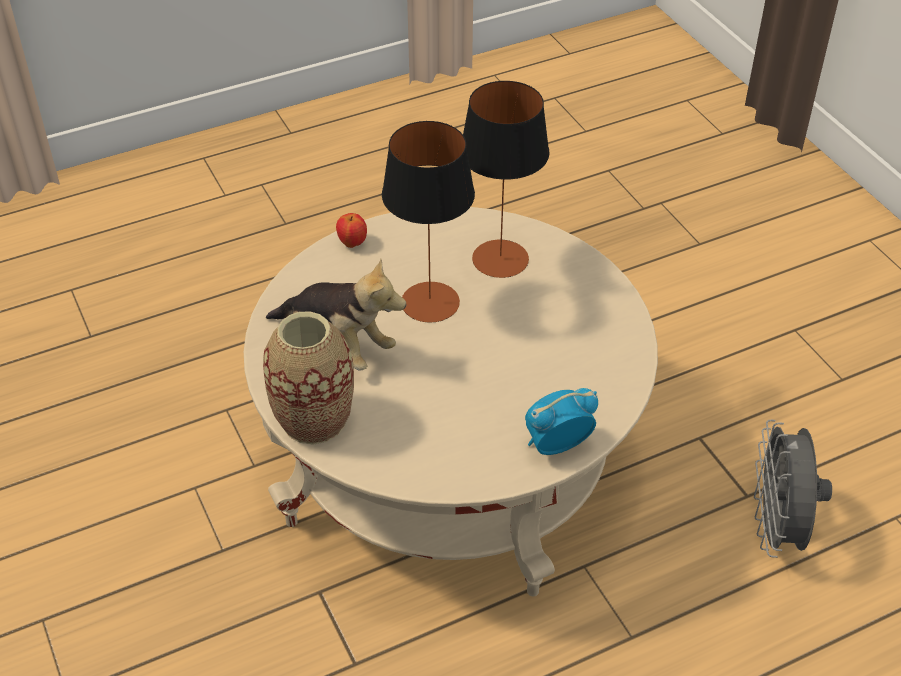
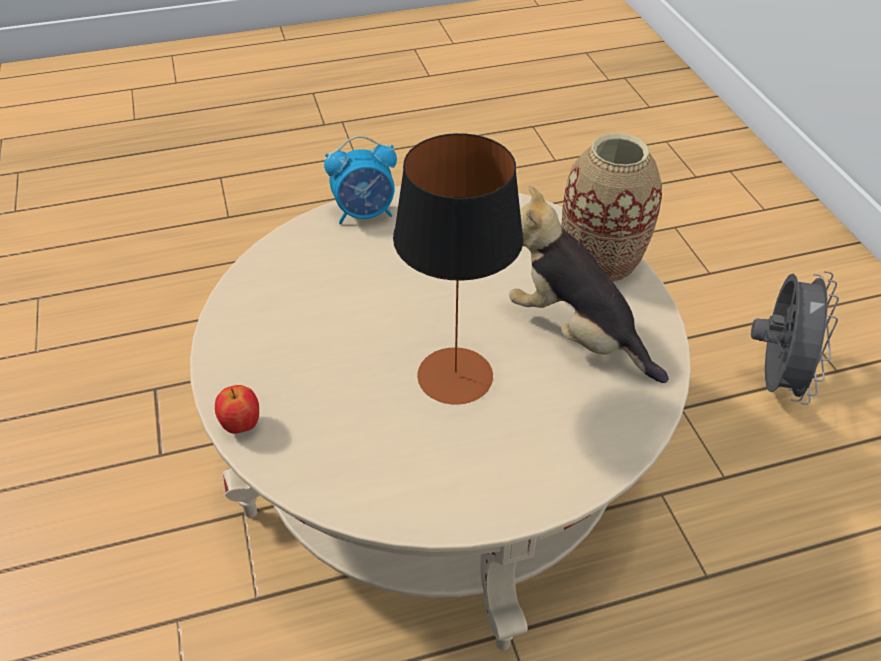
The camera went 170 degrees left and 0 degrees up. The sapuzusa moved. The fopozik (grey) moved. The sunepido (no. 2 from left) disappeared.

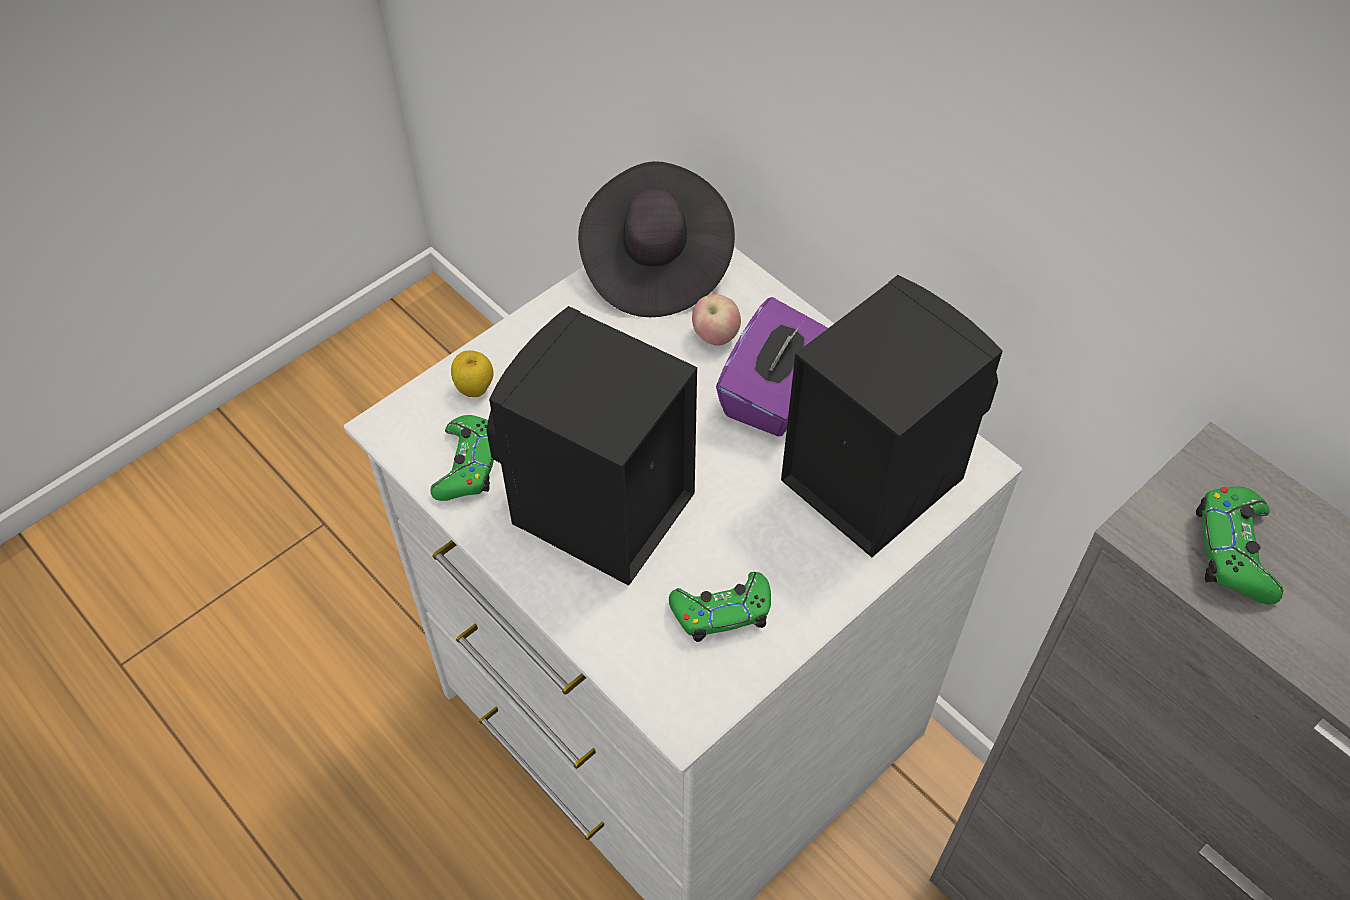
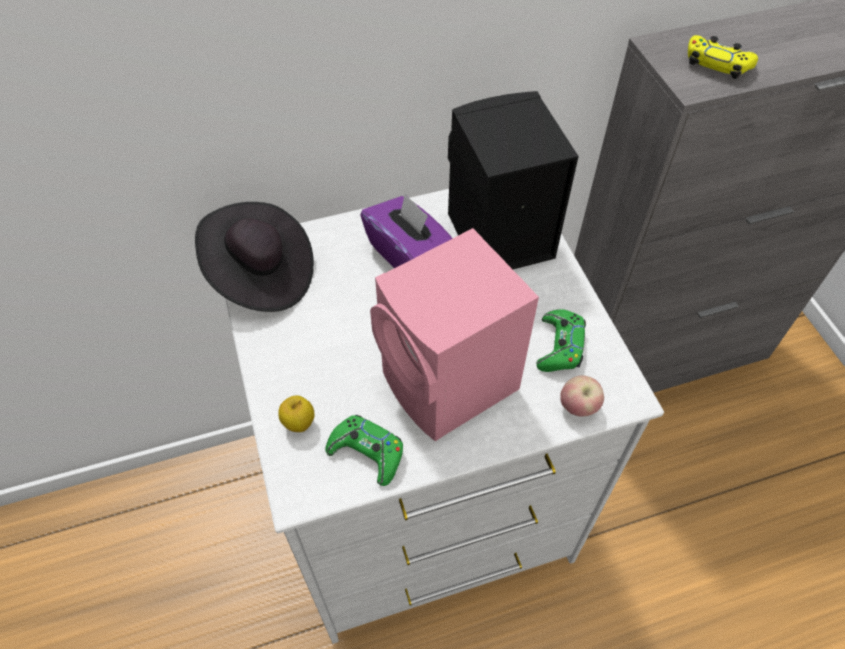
The camera went 65 degrees left and 0 degrees up. The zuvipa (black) (no. 1 from left) became the zuvipa (pink). The sapuzusa (no. 2 from left) moved. The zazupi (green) (no. 3 from left) became the zazupi (yellow).

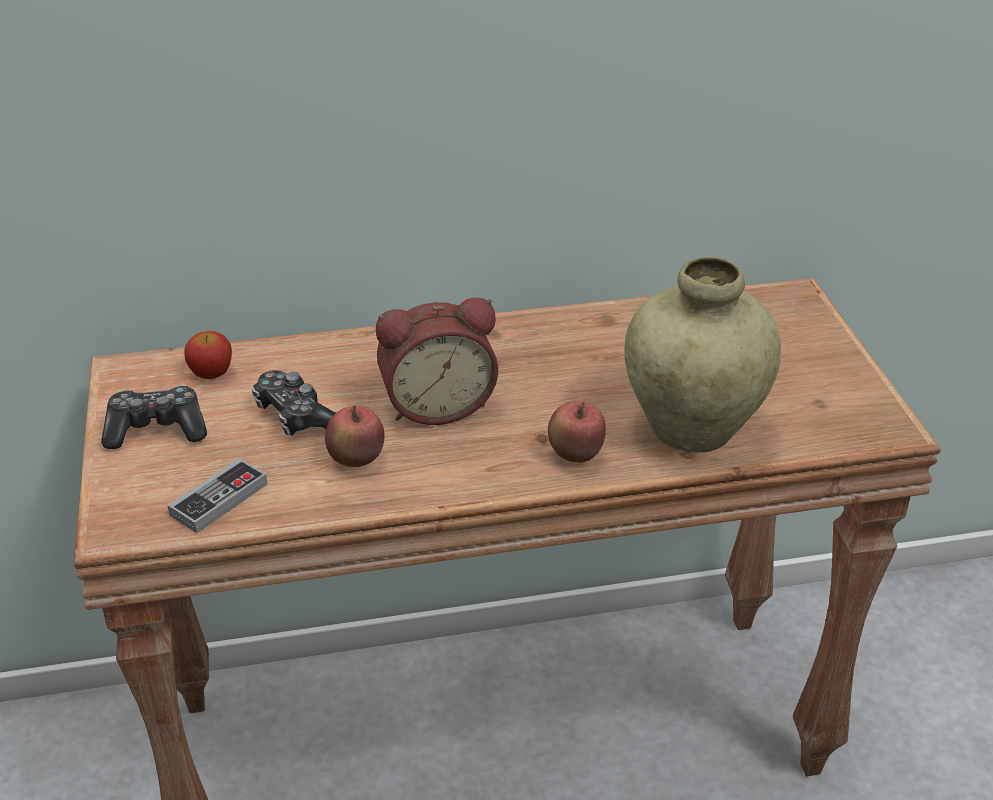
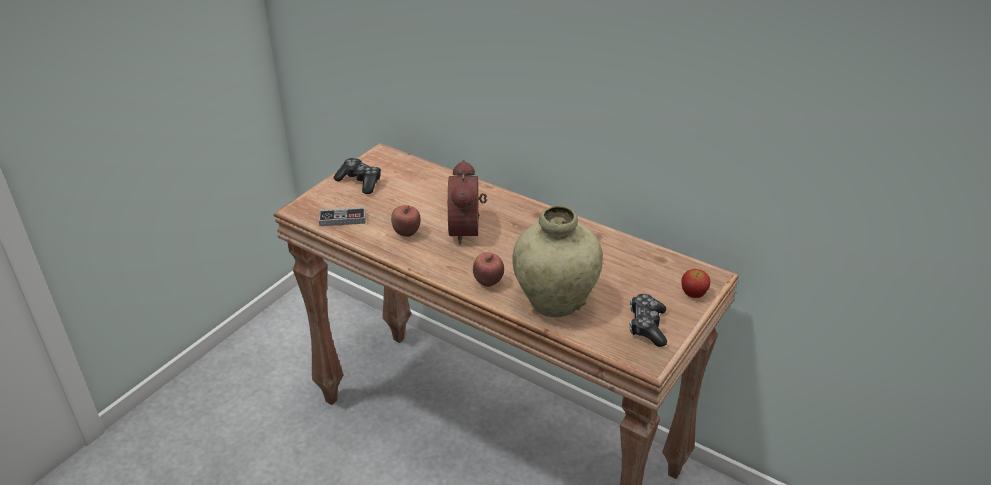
The camera went 45 degrees right and 0 degrees up. The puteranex turned 60 degrees clockwise. The zazupi (no. 3 from left) moved. The sapuzusa (no. 1 from left in the first image) moved.

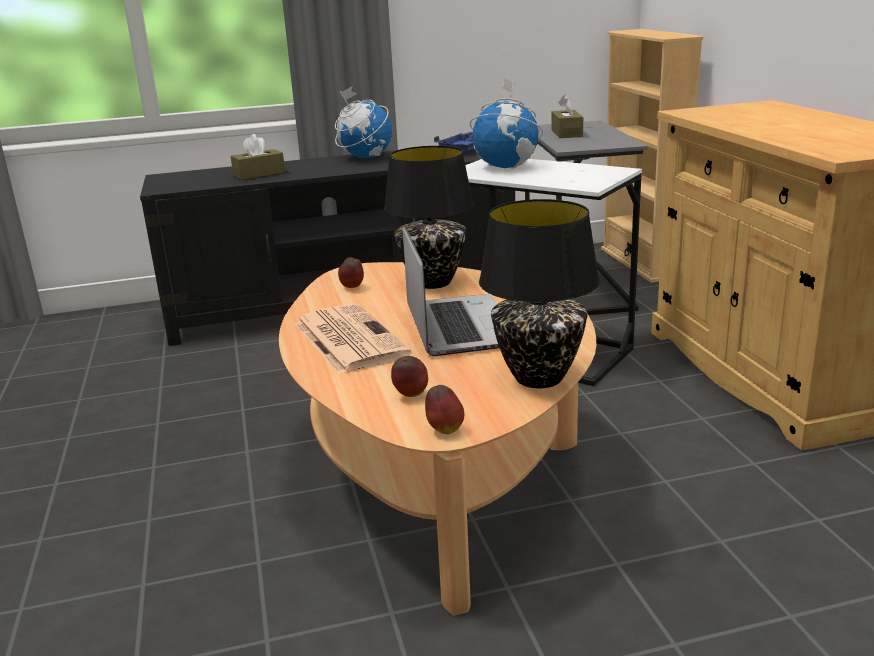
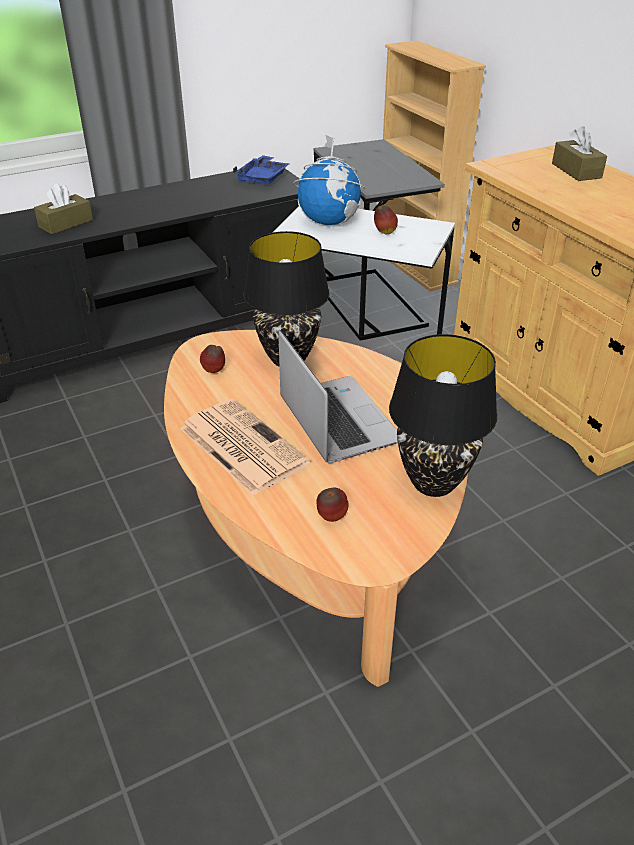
The camera went 15 degrees left and 15 degrees up. The sapuzusa (no. 3 from left) moved. The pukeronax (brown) (no. 2 from left) moved. The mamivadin (no. 1 from left) disappeared.

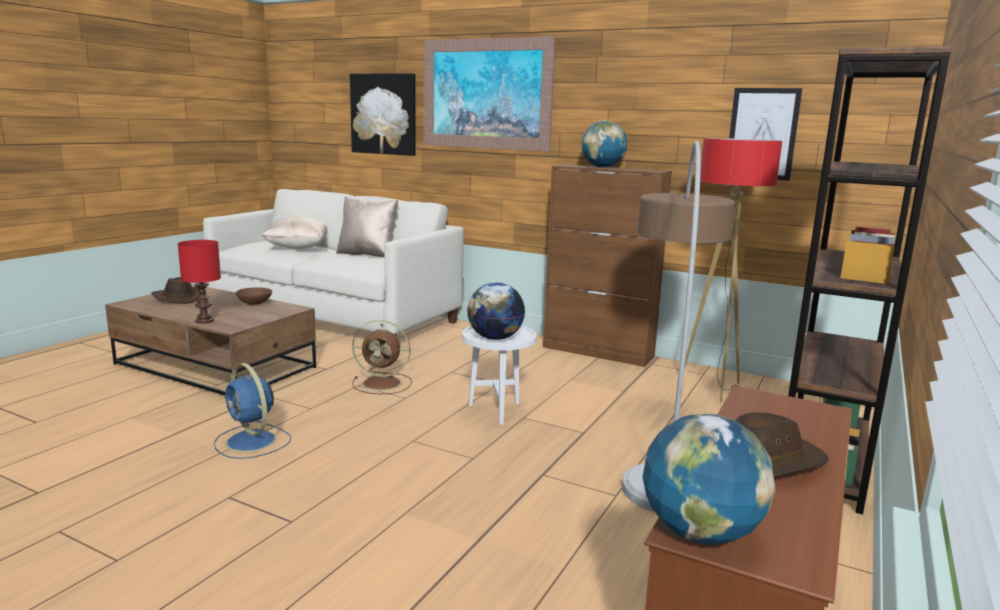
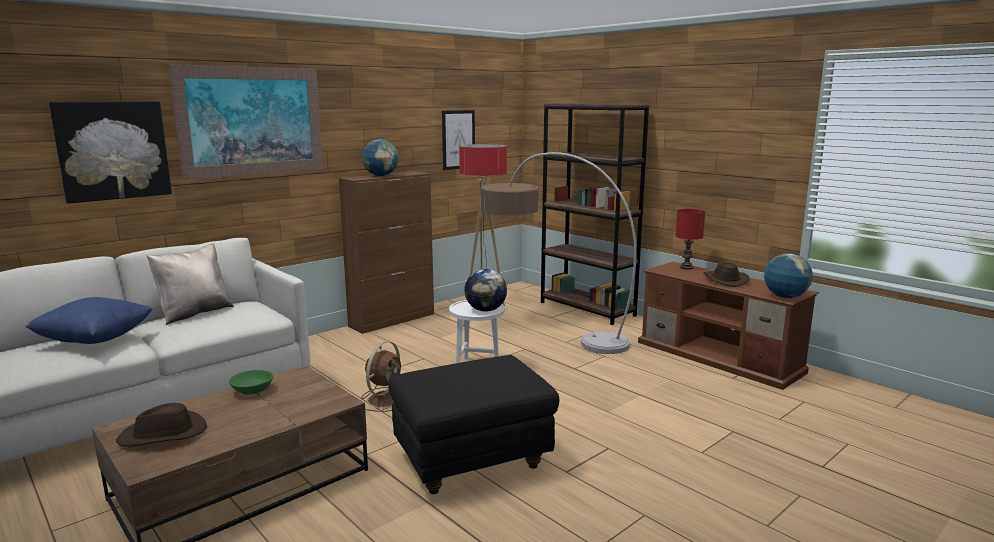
The camera went 70 degrees left and 0 degrees up. The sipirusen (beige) (no. 1 from left) became the sipirusen (blue). The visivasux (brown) became the visivasux (green). The fopozik (blue) was replaced by the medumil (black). The sunepido (red) moved.

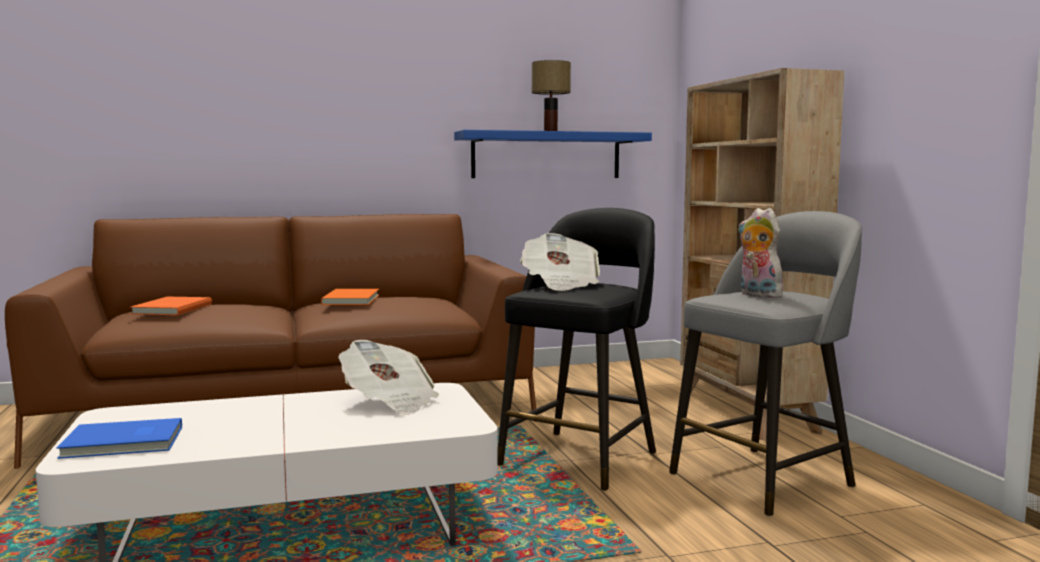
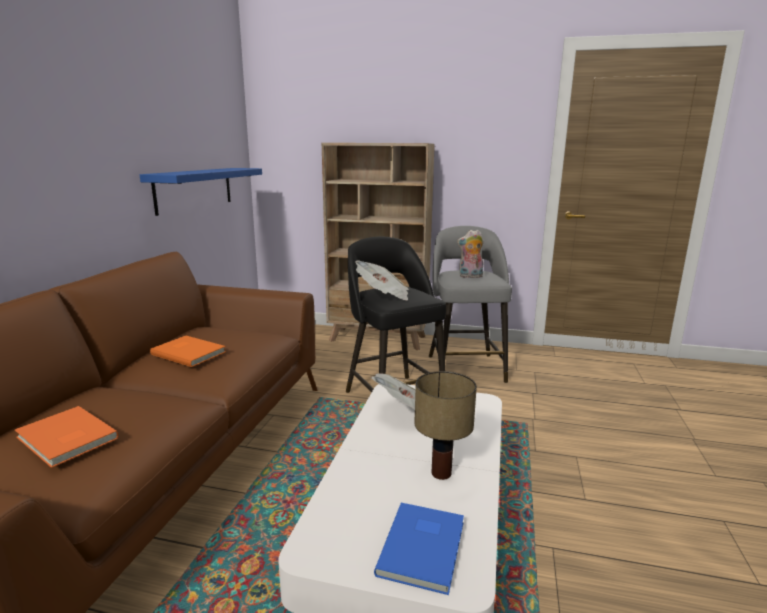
The camera went 60 degrees left and 10 degrees up. The sunepido moved.

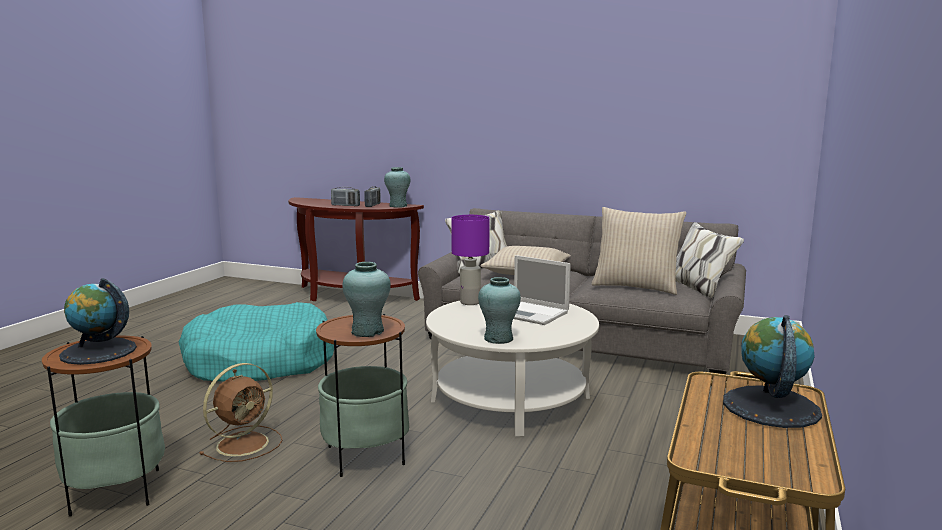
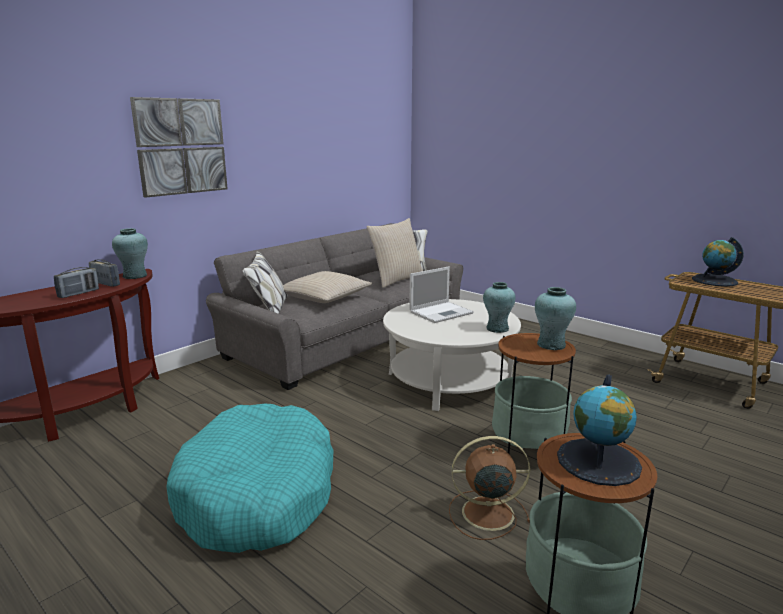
The camera went 70 degrees left and 5 degrees up. The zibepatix appeared. The fopozik (brown) turned 60 degrees counterclockwise. The sunepido (purple) disappeared.

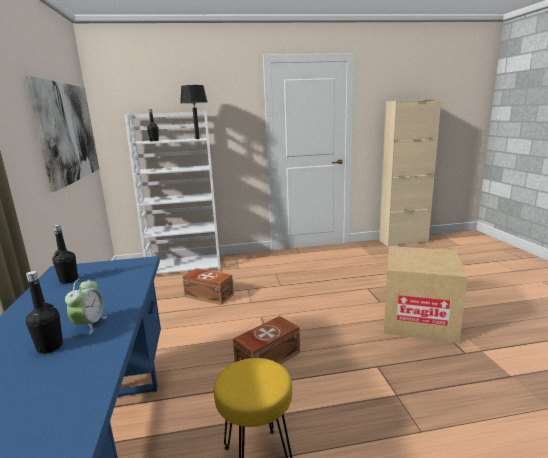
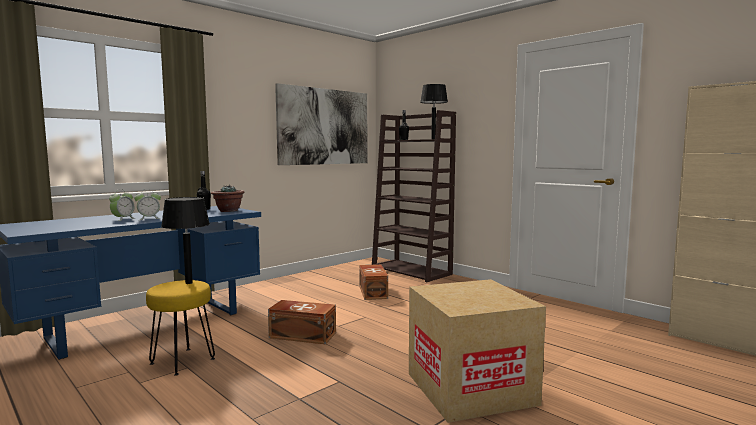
The camera went 55 degrees right and 10 degrees down. The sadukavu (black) (no. 1 from left) was replaced by the puteranex (no. 1 from left). The sunepido (black) (no. 1 from left) appeared. The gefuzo appeared. The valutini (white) became the valutini (brown).

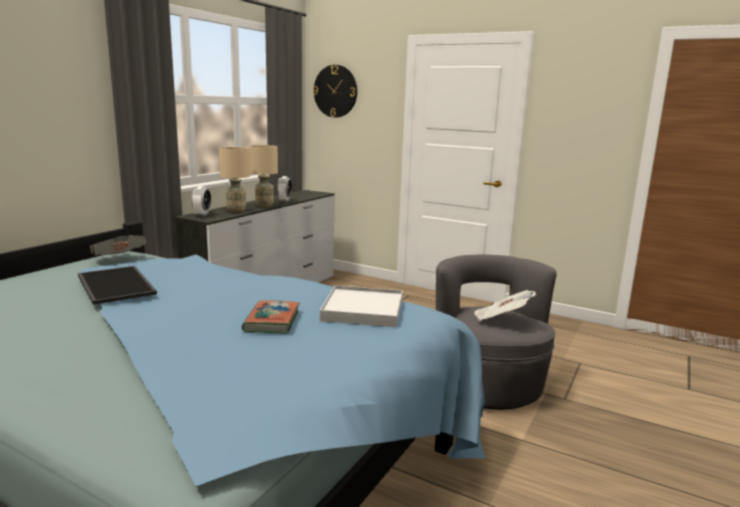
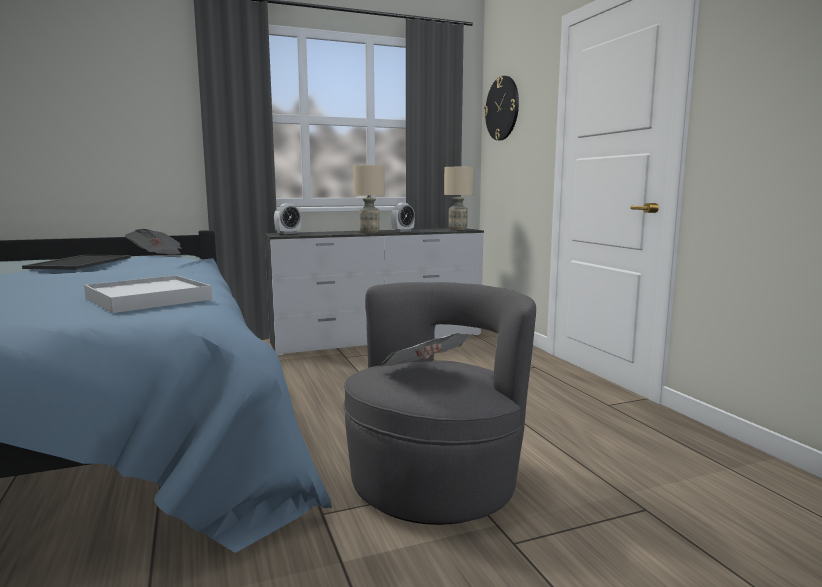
The camera went 40 degrees right and 5 degrees down. The sunepido (beige) (no. 1 from left in the first image) moved. The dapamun disappeared.

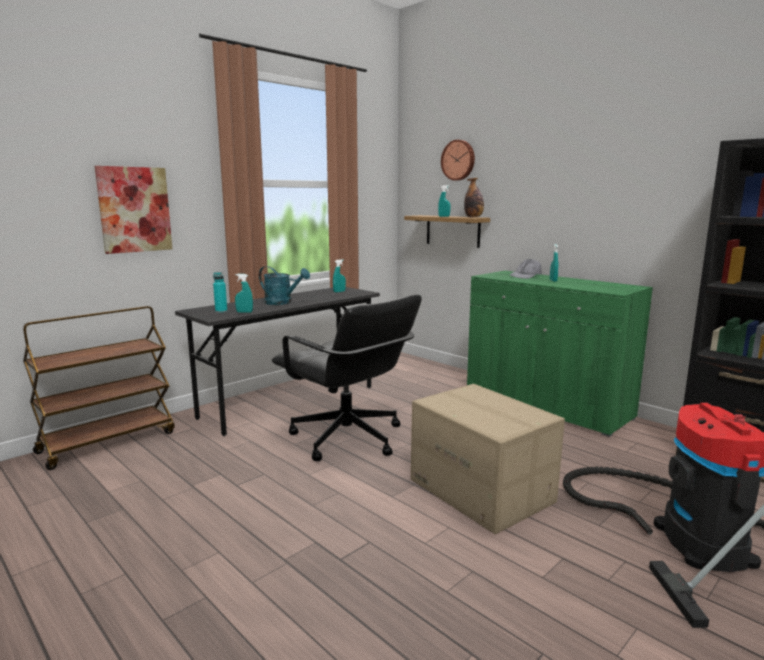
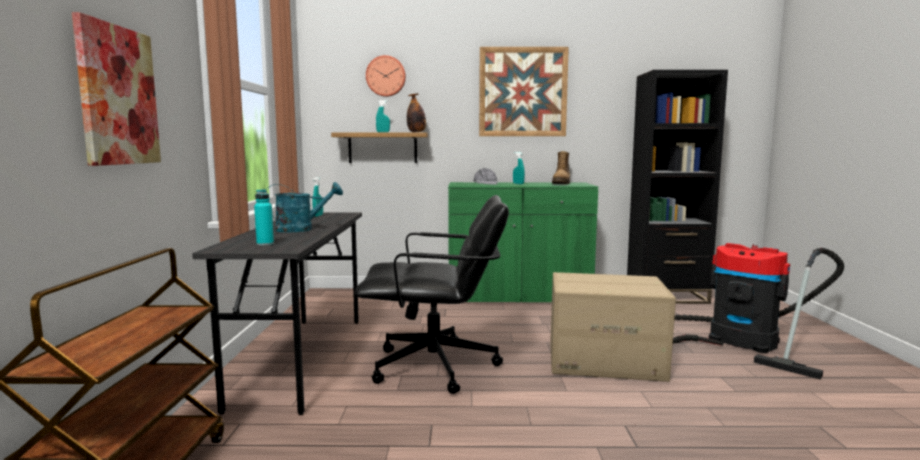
The camera went 45 degrees left and 5 degrees down. The zibepatix (no. 2 from left) appeared. The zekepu appeared. The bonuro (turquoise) (no. 1 from left) disappeared.

